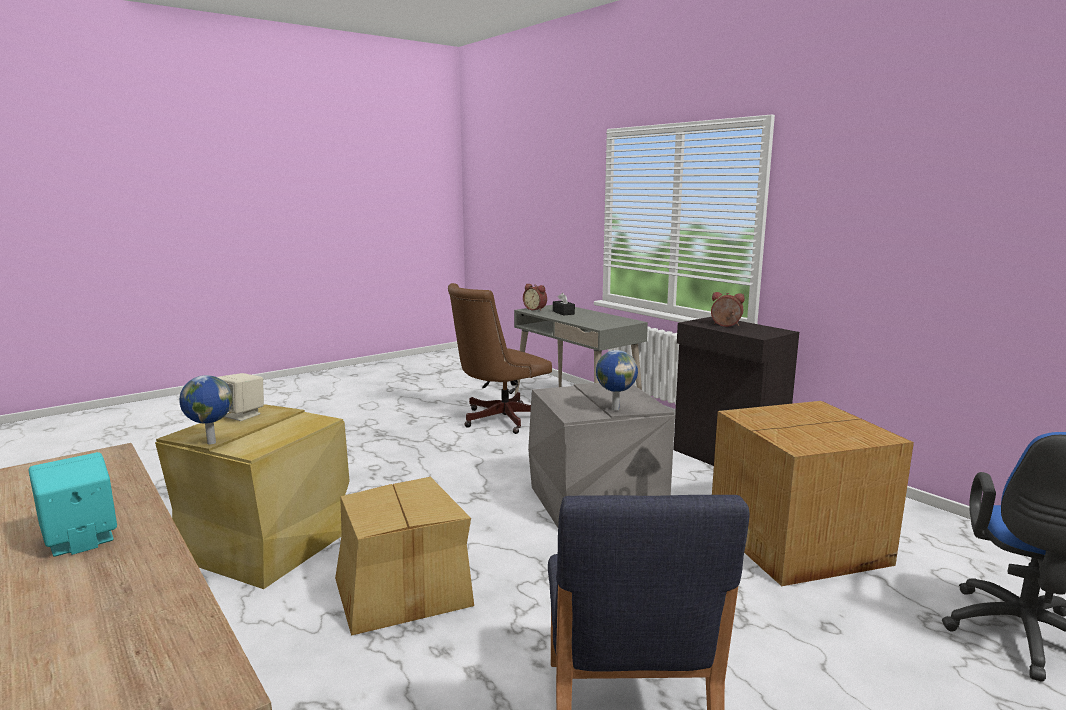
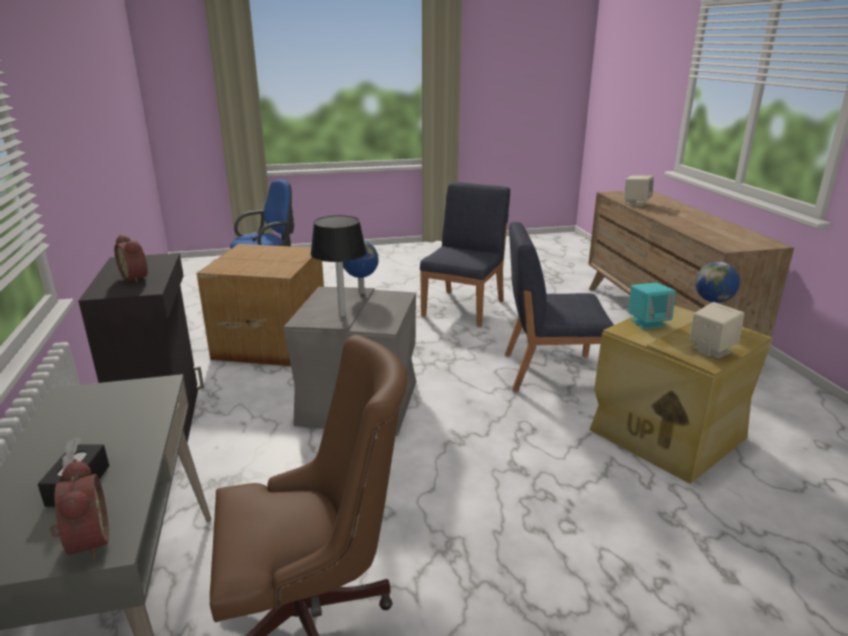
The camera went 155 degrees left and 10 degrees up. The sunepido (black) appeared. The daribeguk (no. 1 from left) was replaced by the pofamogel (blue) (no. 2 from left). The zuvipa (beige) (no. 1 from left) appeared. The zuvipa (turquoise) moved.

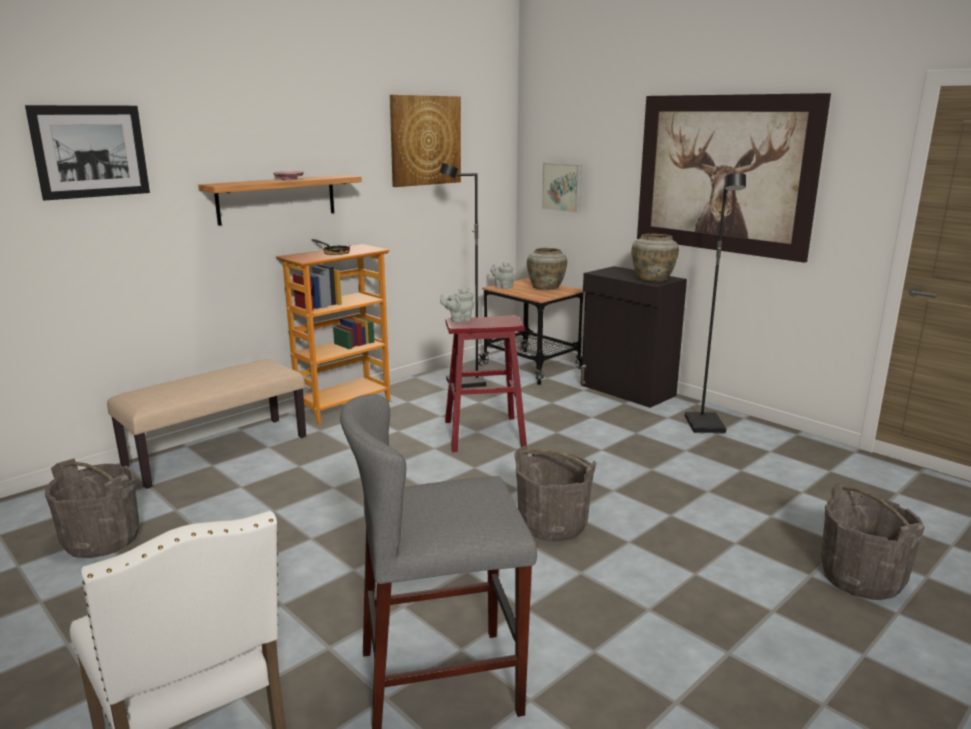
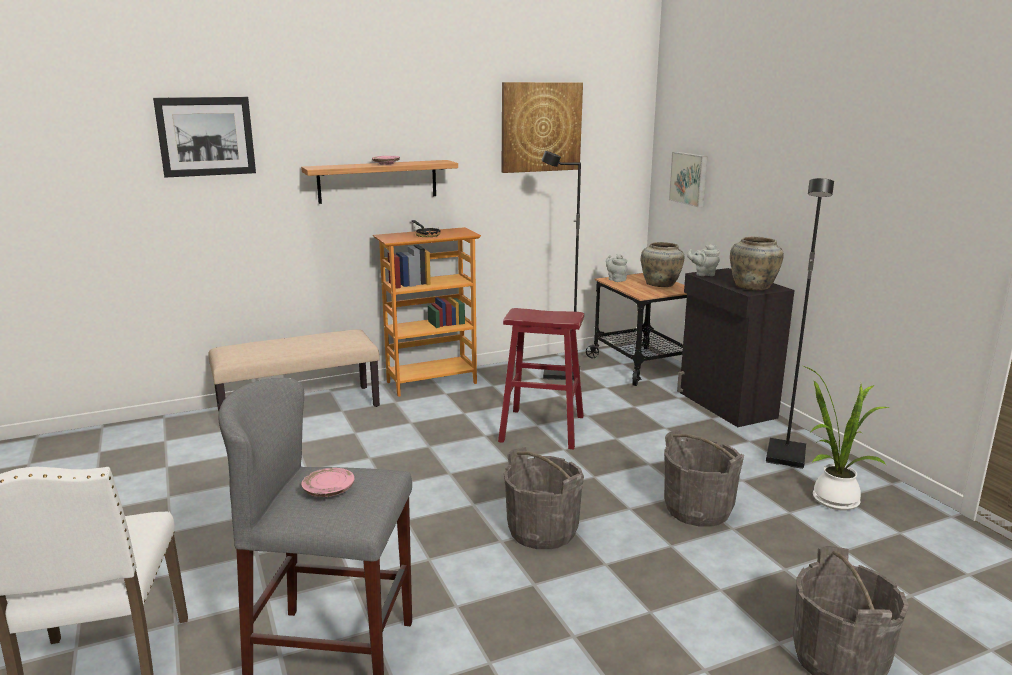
The camera went 20 degrees right and 0 degrees up. The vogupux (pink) (no. 1 from left) appeared. The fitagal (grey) (no. 1 from left in the first image) moved. The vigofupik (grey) (no. 1 from left in the first image) moved. The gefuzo appeared. The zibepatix (no. 4 from left) disappeared.

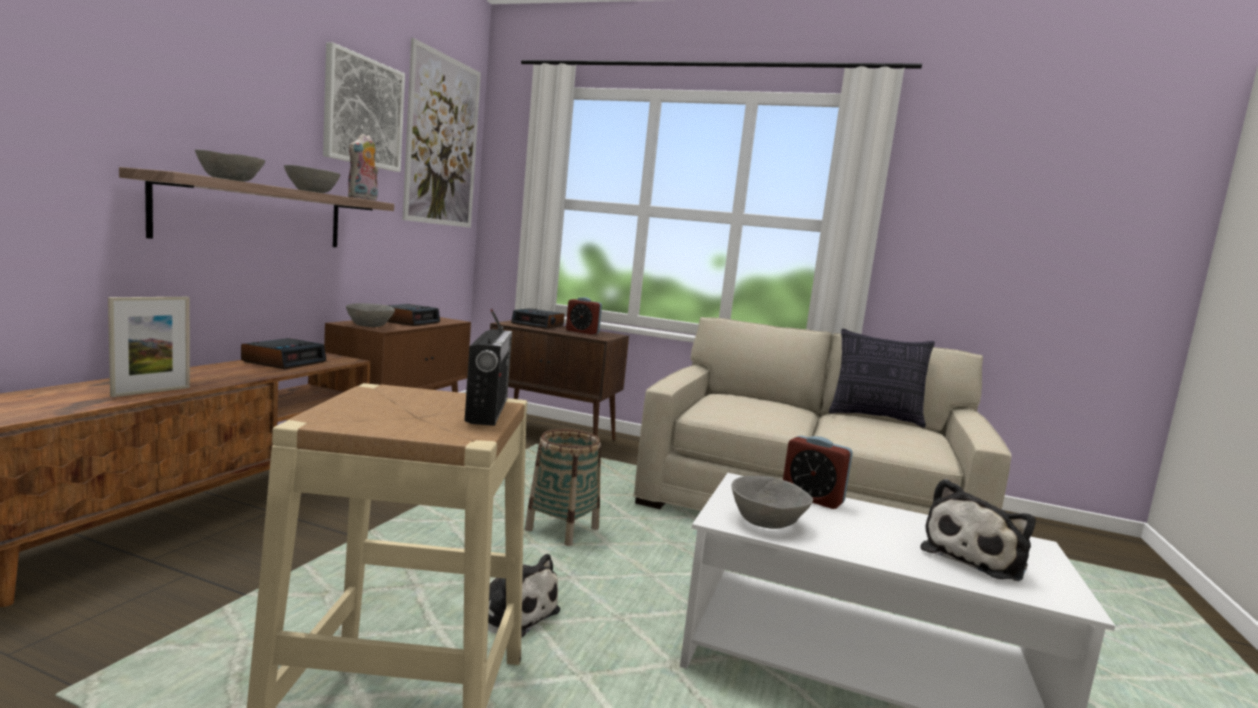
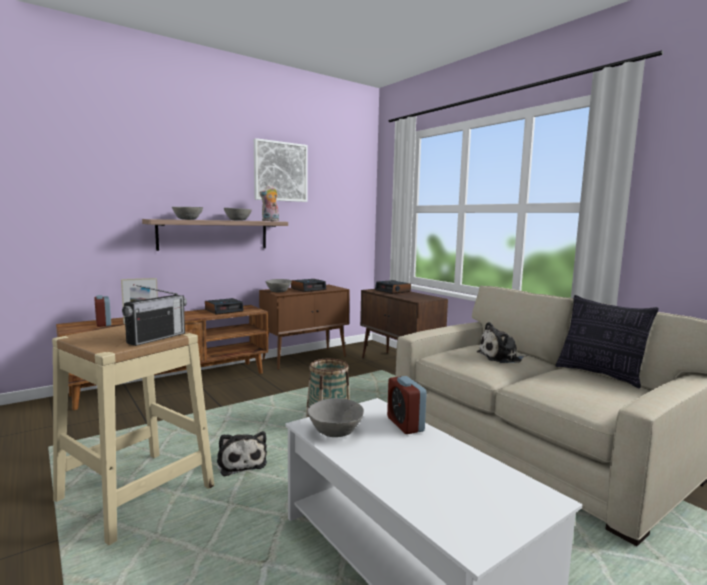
The camera went 35 degrees right and 0 degrees up. The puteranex (no. 4 from left in the first image) moved. The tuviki (no. 3 from left) moved. The zibepatix (no. 2 from left) disappeared.

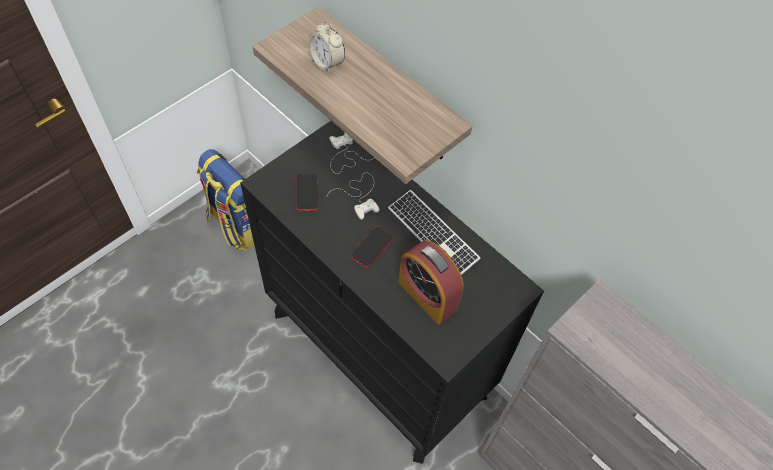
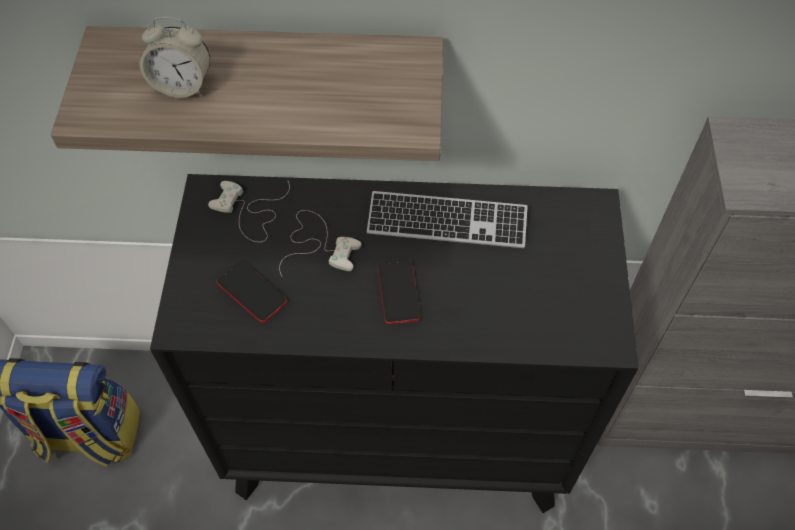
The camera went 40 degrees left and 0 degrees up. The puteranex (no. 2 from left) disappeared.

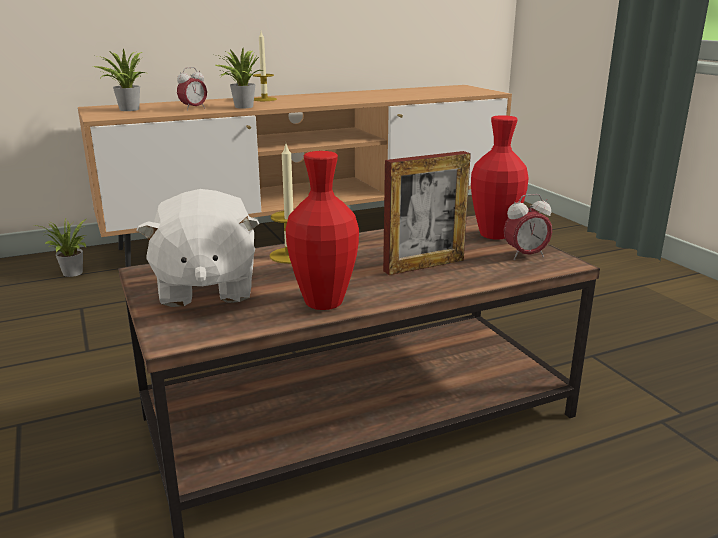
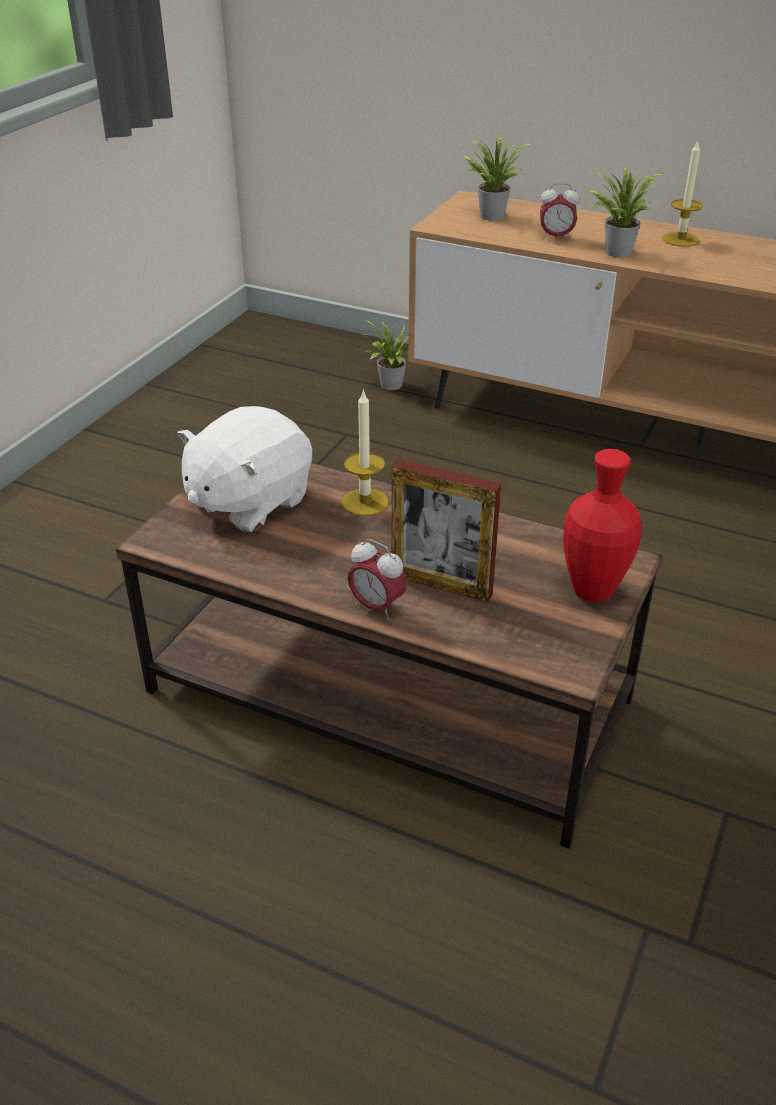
The camera went 50 degrees right and 15 degrees up. The puteranex (no. 2 from left in the first image) moved. The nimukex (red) (no. 1 from left) disappeared.

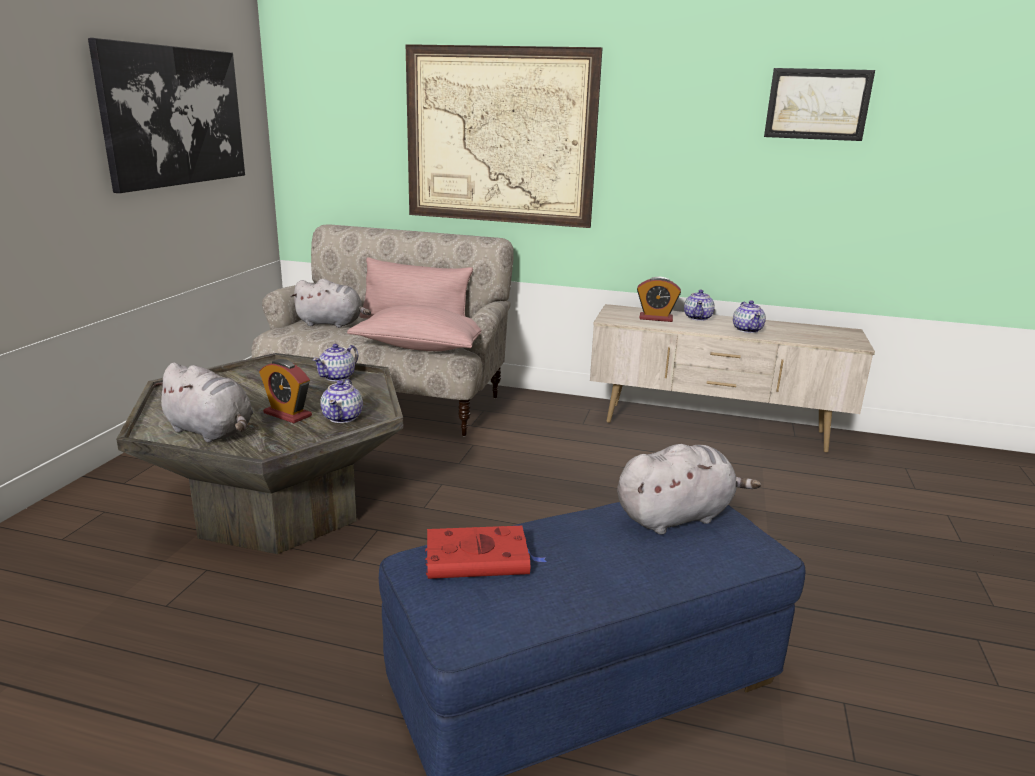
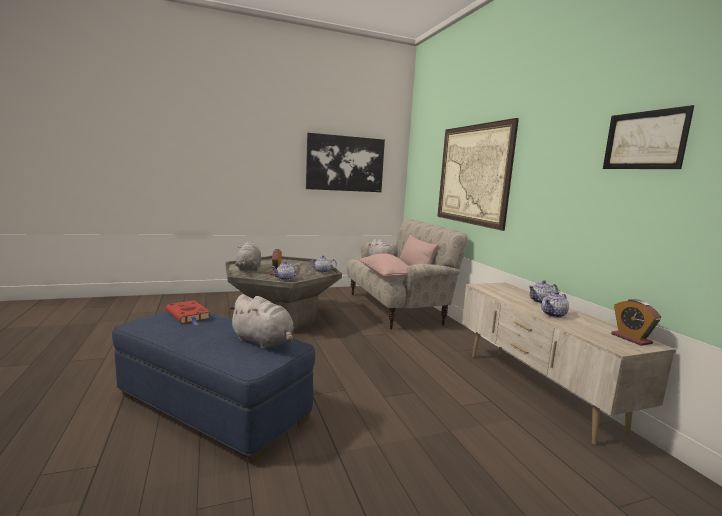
The camera went 55 degrees right and 10 degrees down. The puteranex (no. 2 from left) moved.

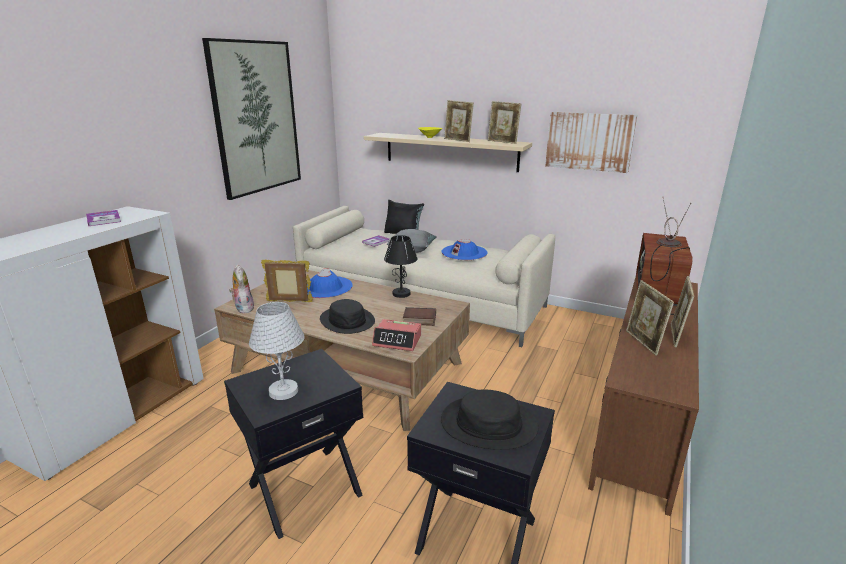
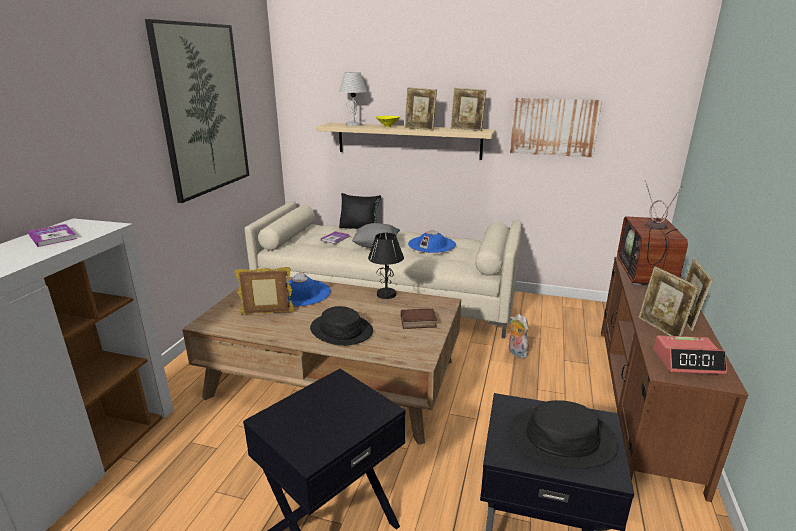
The camera went 10 degrees left and 0 degrees up. The sunepido (white) moved. The tuviki moved. The puteranex moved.

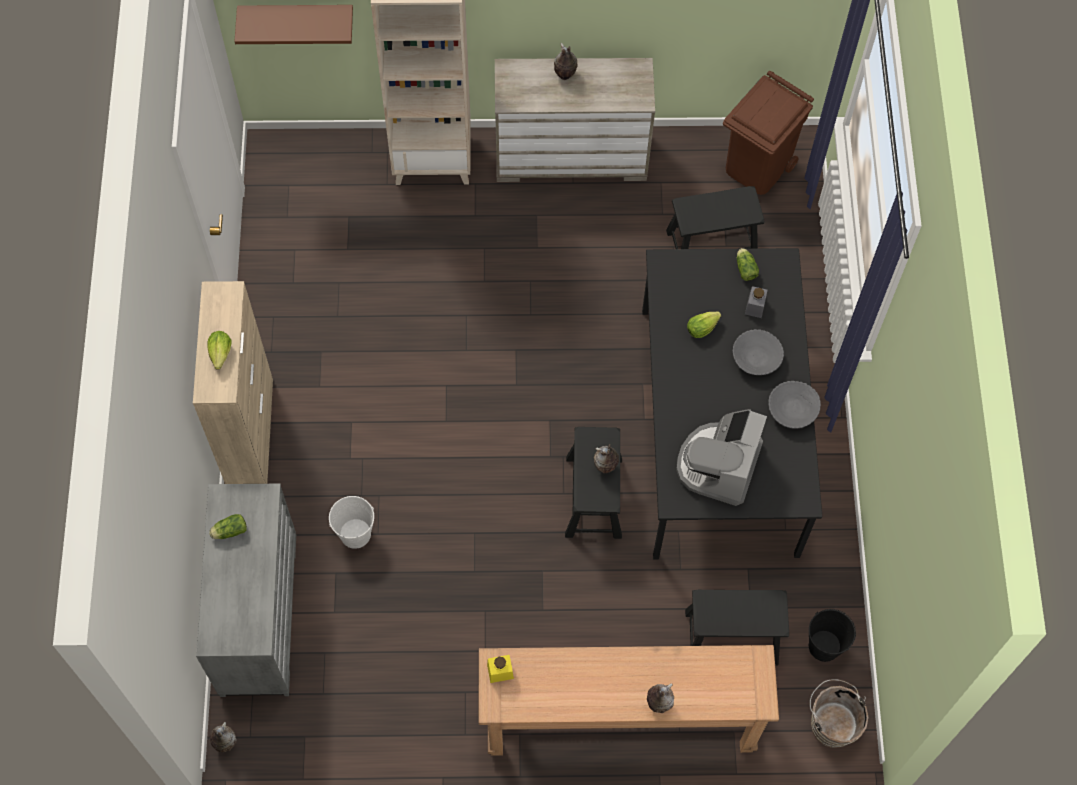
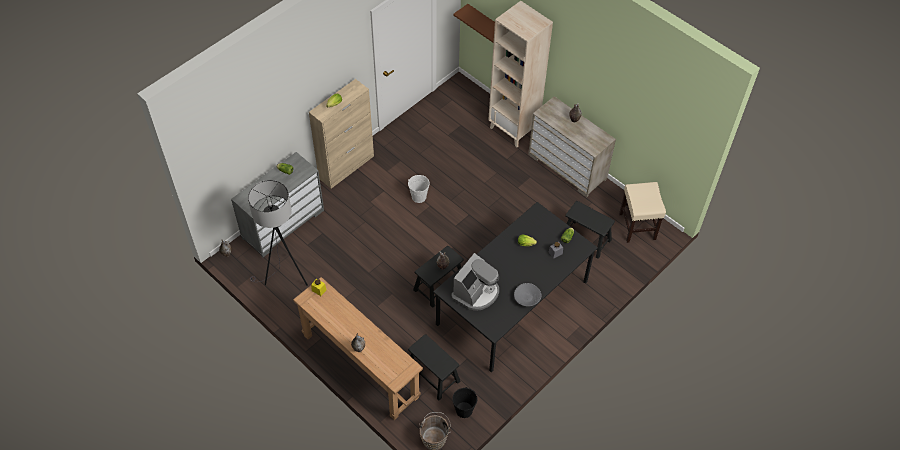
The camera went 45 degrees right and 10 degrees down. The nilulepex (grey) appeared. The fitagal (white) moved. The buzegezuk turned 150 degrees clockwise. The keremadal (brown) was replaced by the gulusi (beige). The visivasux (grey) (no. 1 from left) disappeared.

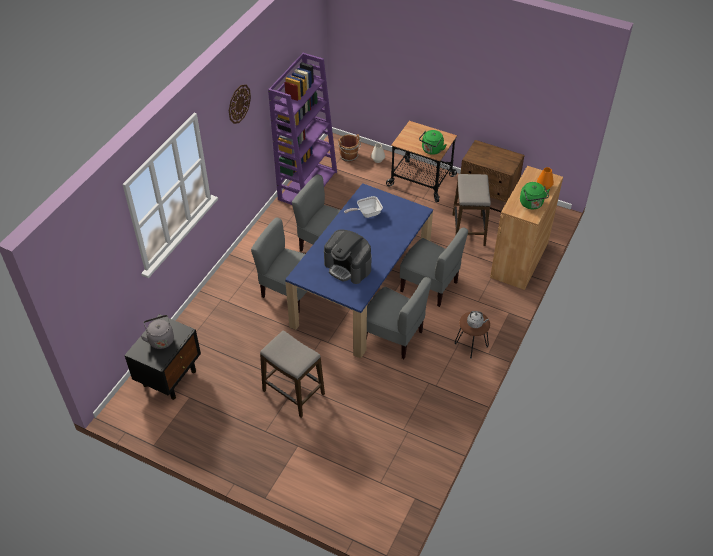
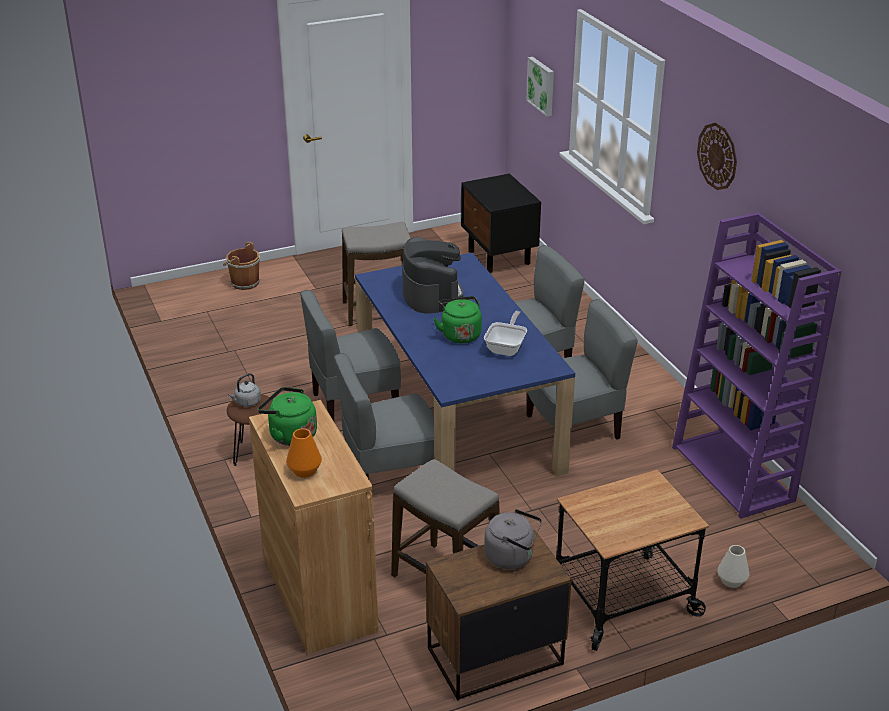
The camera went 130 degrees right and 15 degrees down. The fitagal (brown) moved. The buzegezuk turned 90 degrees clockwise. The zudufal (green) (no. 1 from left in the first image) moved. The zudufal (grey) (no. 1 from left in the first image) moved. The zibepatix appeared.

